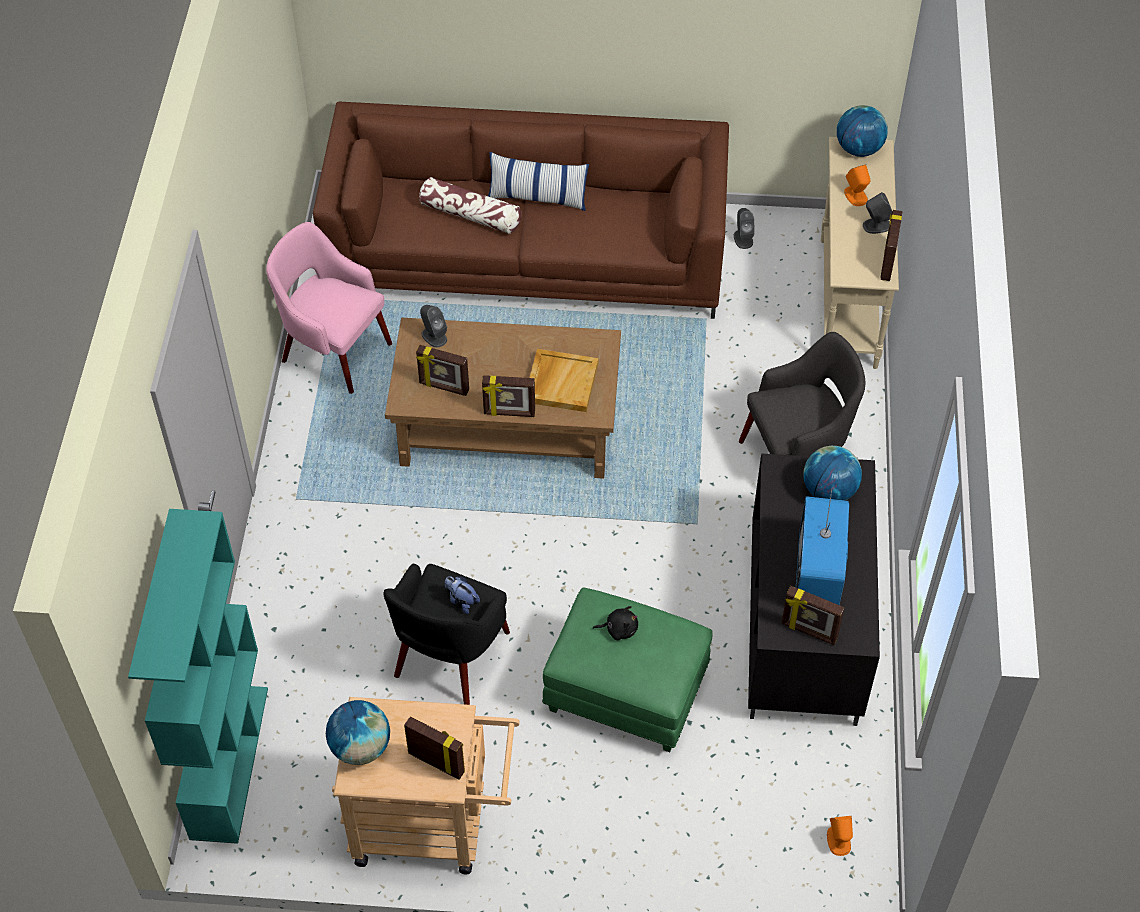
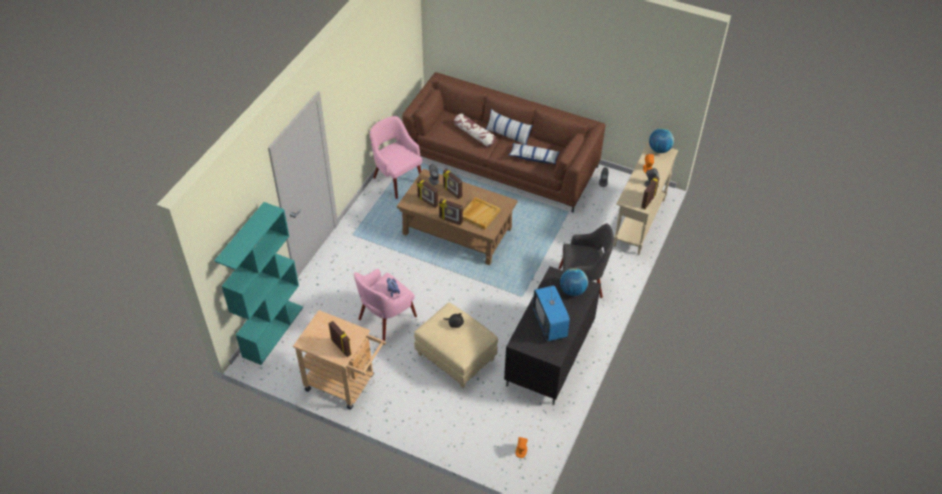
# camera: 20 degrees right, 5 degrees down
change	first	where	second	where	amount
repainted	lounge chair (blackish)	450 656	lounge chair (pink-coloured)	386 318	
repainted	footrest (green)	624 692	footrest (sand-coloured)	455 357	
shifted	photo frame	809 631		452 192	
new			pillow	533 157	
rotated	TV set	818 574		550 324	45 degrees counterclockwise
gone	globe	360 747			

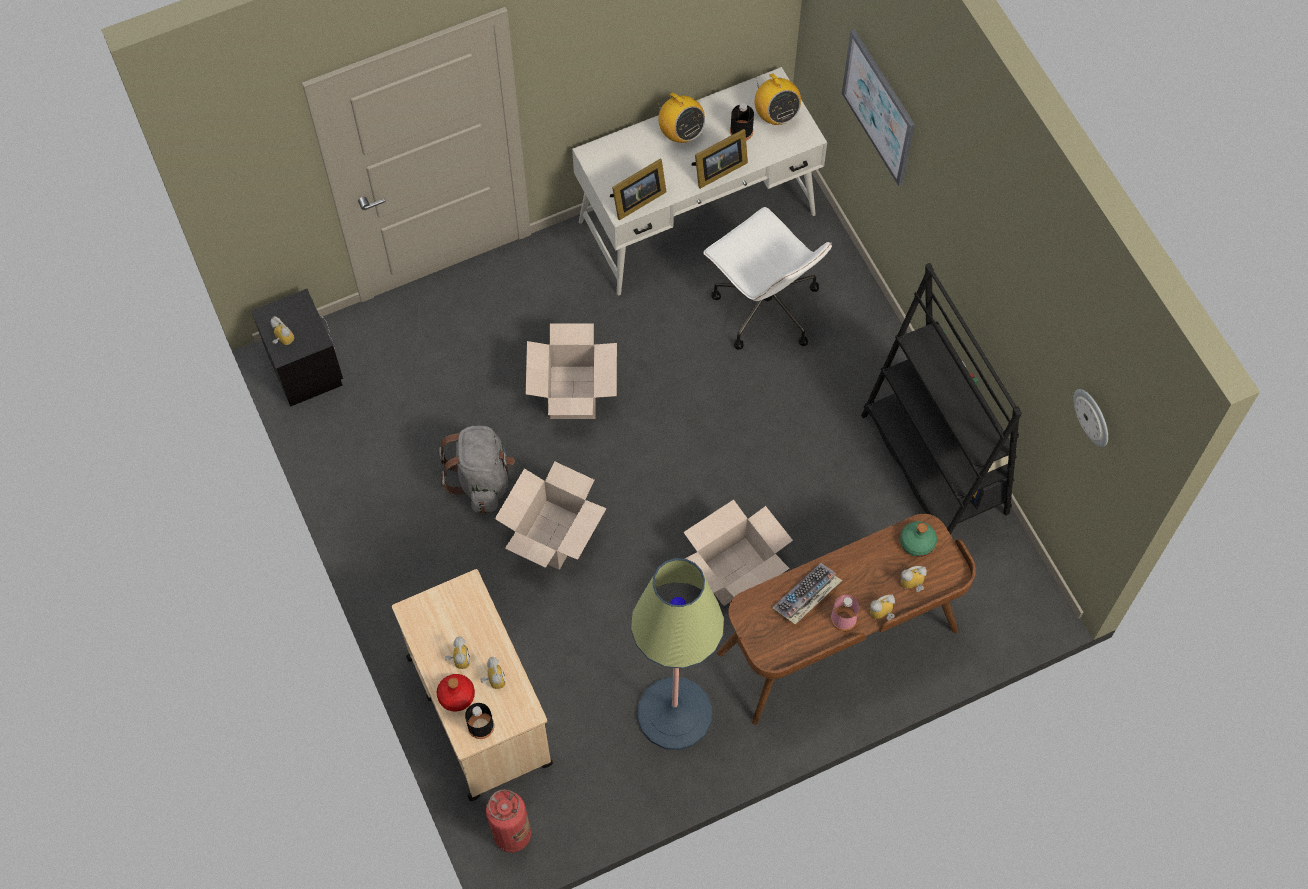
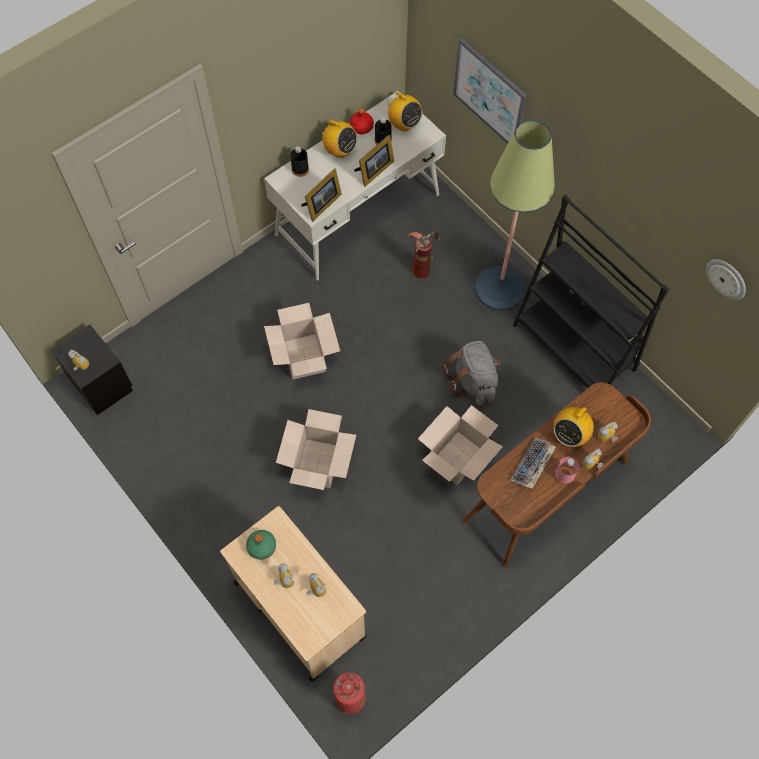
# camera: 15 degrees left, 0 degrees up
change	first	where	second	where	amount
shifted	drink bottle (green)	917 542		261 546	
shifted	drink bottle (blackish)	481 726		300 169	
shifted	drink bottle (red)	457 695		362 127	
swapped	office chair (white-coloured)	764 307	fire-fighting cylinder	423 265	
shifted	backpack (gray)	482 479		473 382	
shifted	standing lamp	674 714		499 288	
new			radio	569 434	

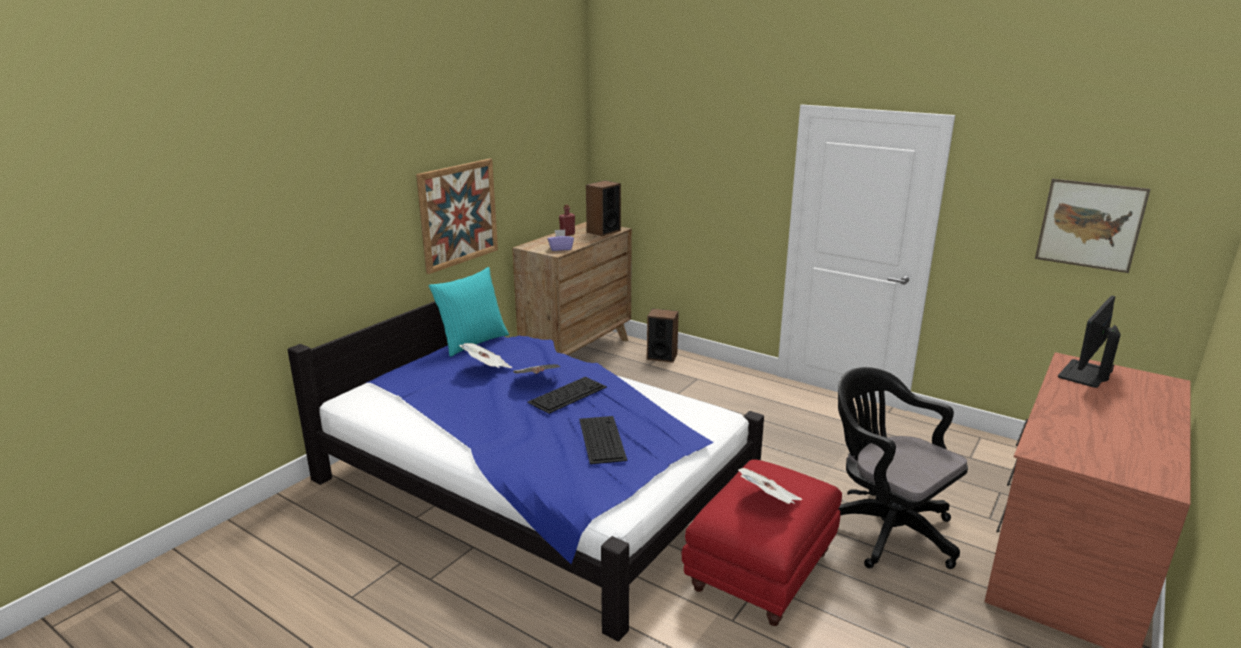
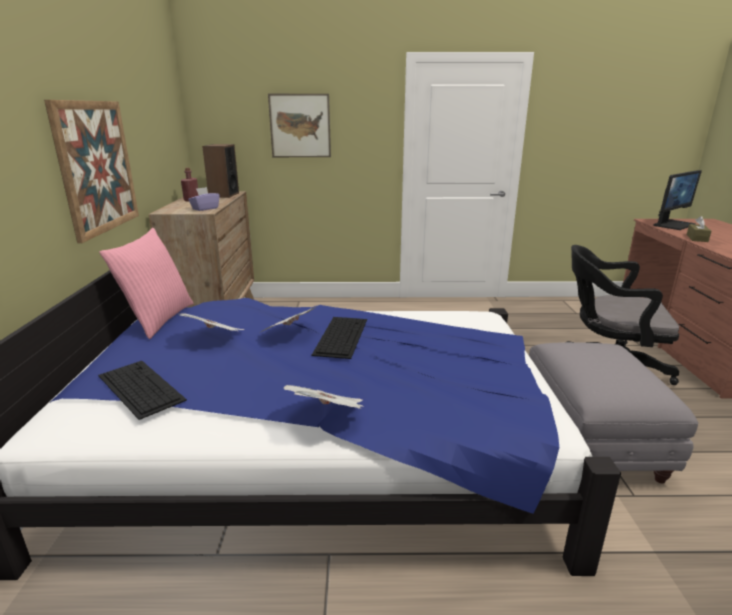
# camera: 35 degrees left, 0 degrees up
change	first	where	second	where	amount
shifted	keyboard	601 438		139 387	
repainted	pillow (turquoise)	472 342	pillow (pink-coloured)	158 319	
shifted	wall art	1090 225		300 126	
shifted	newspaper	769 501		328 415	
repainted	footrest (red)	761 570	footrest (gray)	589 440	
rotated	monitor	1085 374		673 225	135 degrees counterclockwise
new			tissue holder (brown-coloured)	697 238	
gone	loudspeaker	662 356			

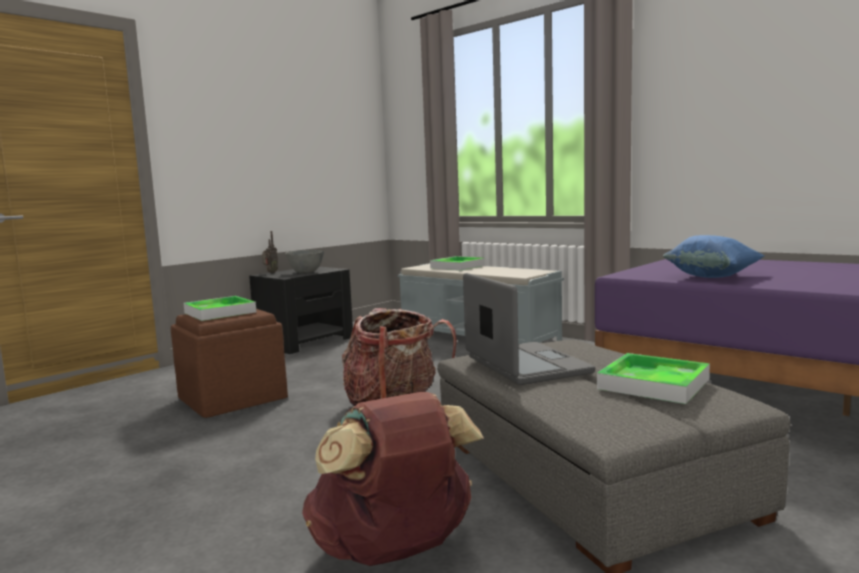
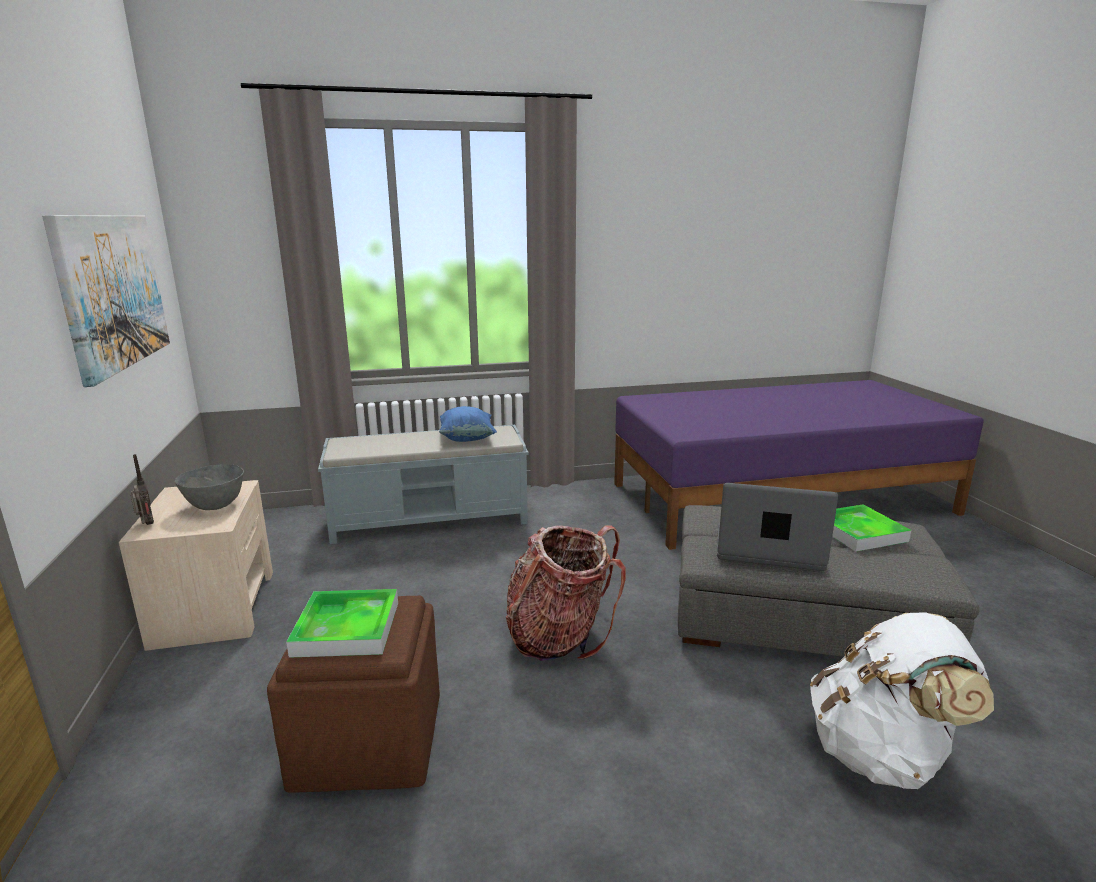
# camera: 55 degrees left, 10 degrees up
change	first	where	second	where	amount
new			wall art	112 291	
repainted	night table (blackish)	305 341	night table (sand-coloured)	215 607	
shifted	pillow (blue-coloured)	712 277		467 439	
repainted	backpack (brown-coloured)	395 551	backpack (white-coloured)	881 754	
gone	serving tray	458 266			

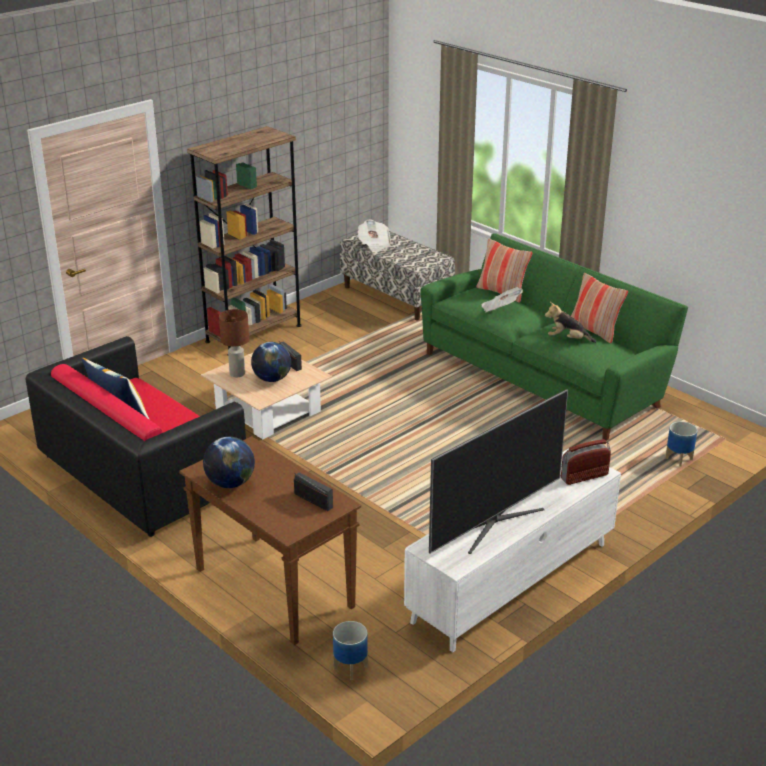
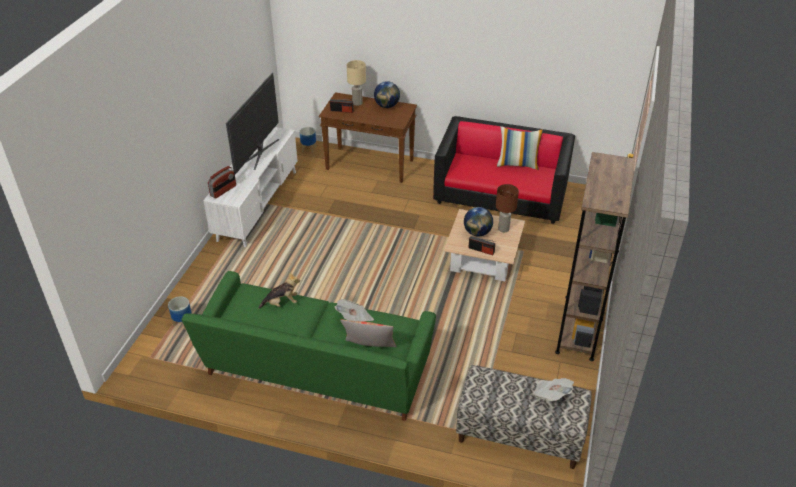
# camera: 150 degrees right, 10 degrees up
change	first	where	second	where	amount
new			lamp for a table (sand-coloured)	357 103	
gone	pillow	594 331			

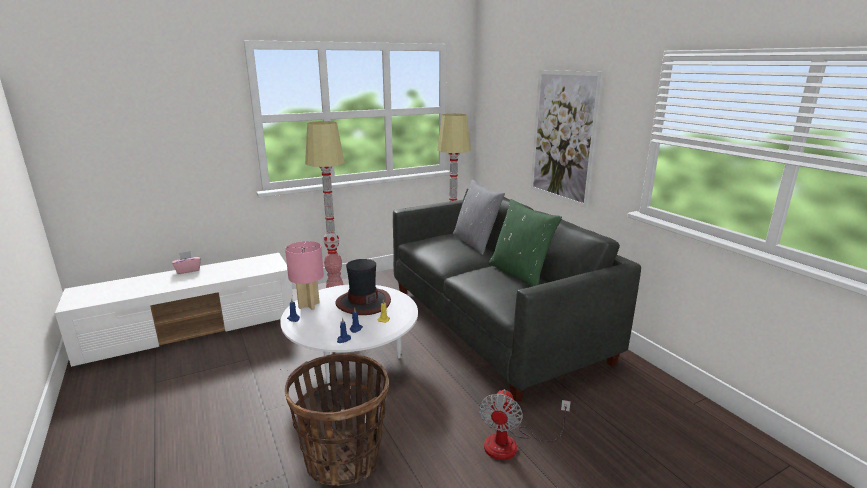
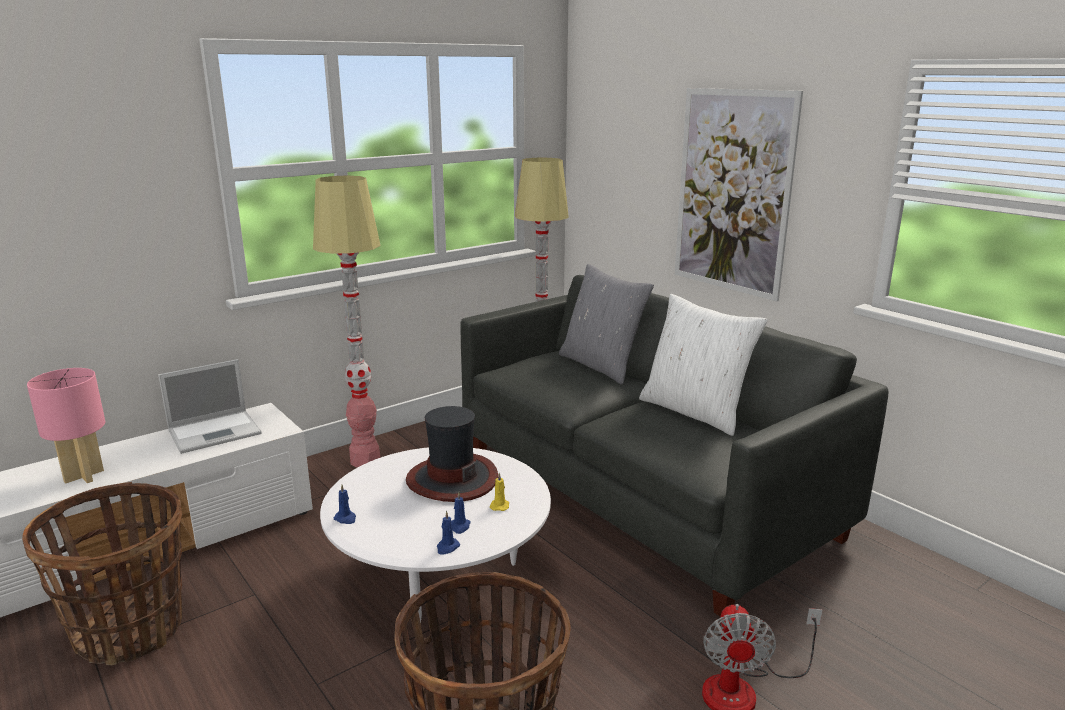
# camera: 10 degrees left, 0 degrees up
change	first	where	second	where	amount
new			basket	130 630	
shifted	lamp for a table (pink-coloured)	309 305		84 476	
new			laptop	216 431	
repainted	pillow (green)	520 273	pillow (white-coloured)	695 411	
gone	tissue holder (pink-coloured)	188 270			

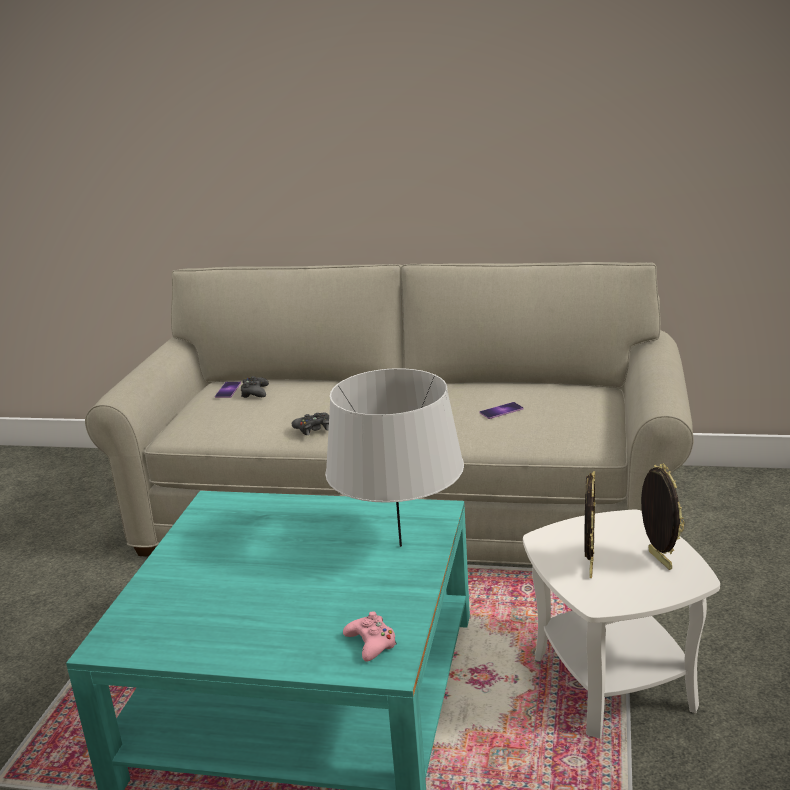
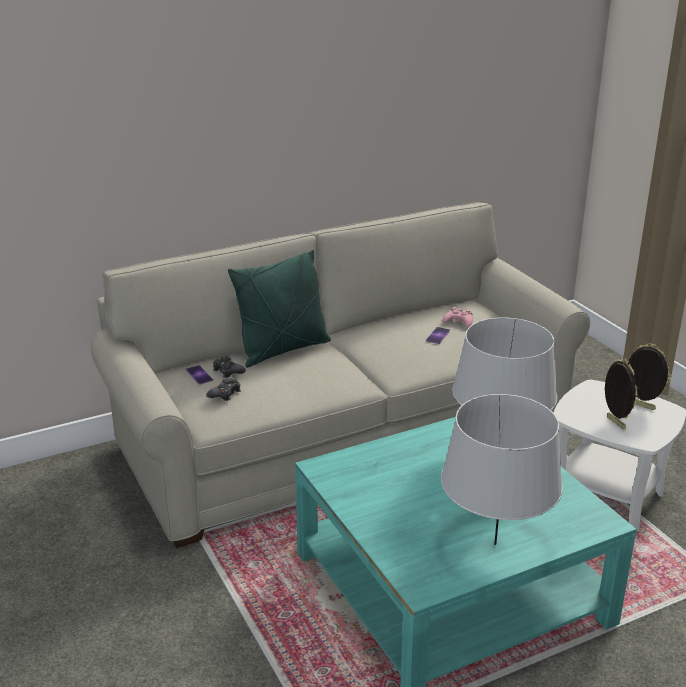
# camera: 40 degrees left, 5 degrees up
change	first	where	second	where	amount
shifted	gamepad (blackish)	313 428		225 393	
new			pillow (green)	283 350	
new			lamp for a table (gray)	494 543	
shifted	gamepad (pink-coloured)	371 643		459 322	

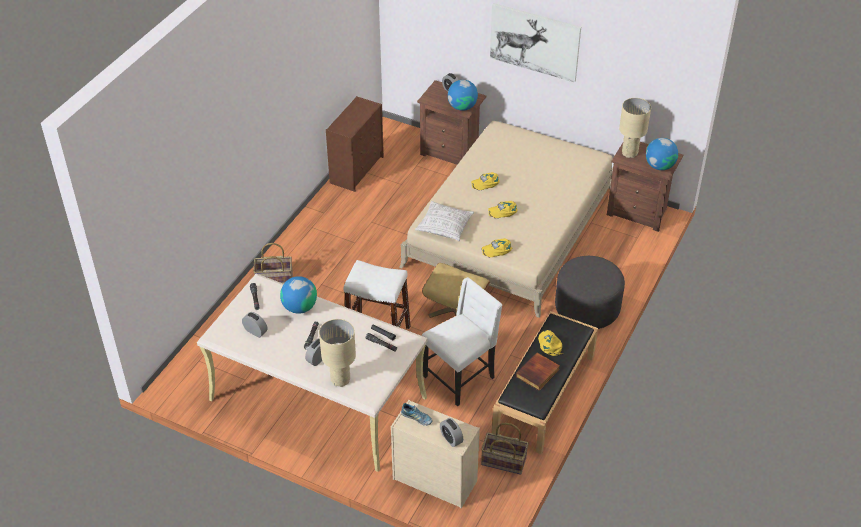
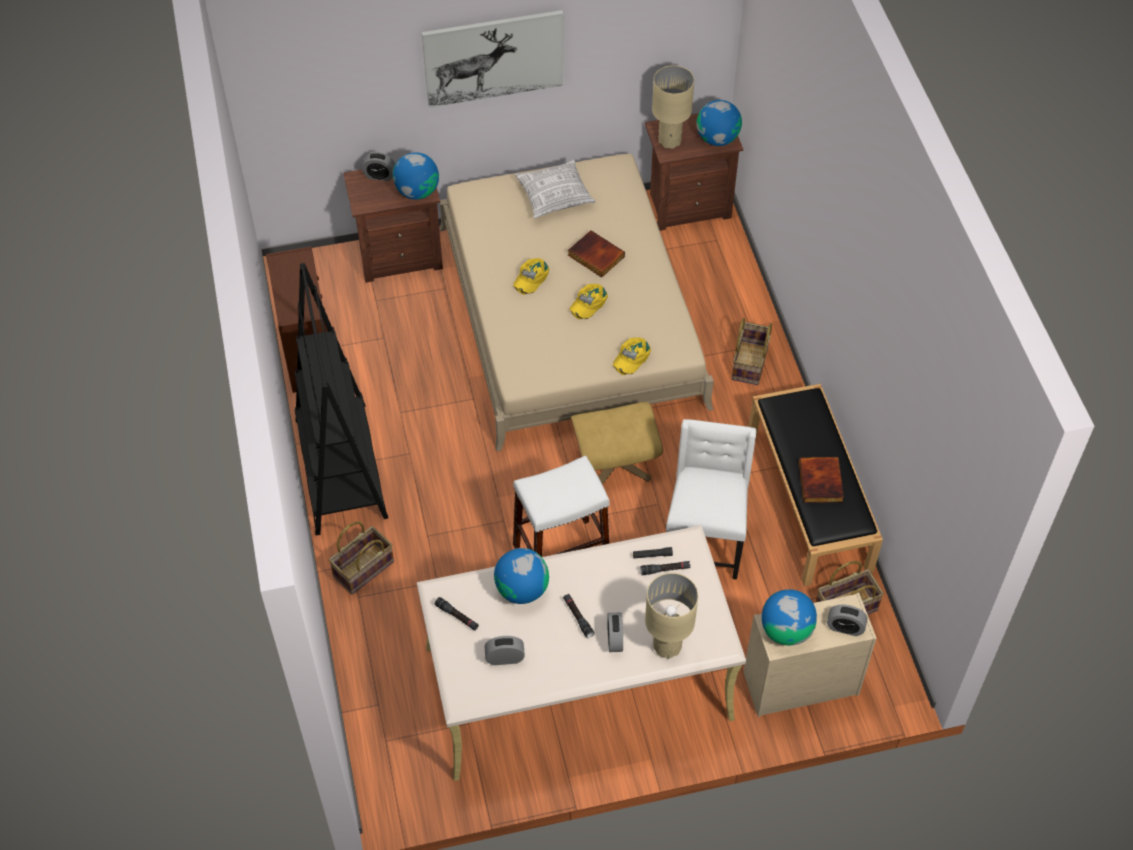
# camera: 40 degrees left, 10 degrees up
change	first	where	second	where	amount
new			bookcase (blackish)	341 468	
shifted	pillow	444 227		555 196	
new			bound book	595 256	
swapped	footrest (gray)	587 308	basket	750 363	
swapped	low shoe	417 418	globe	786 630	
gone	baseball cap (yellow-coloured)	550 345			

